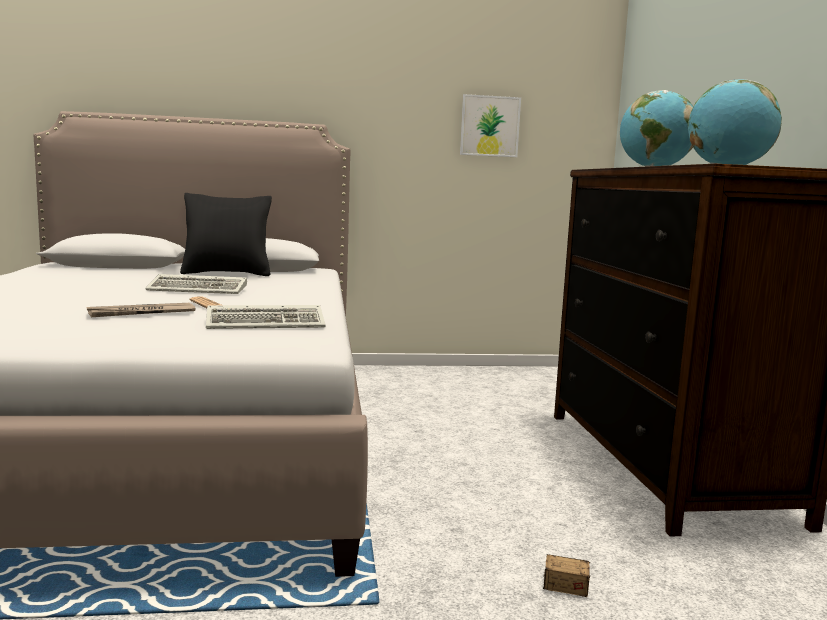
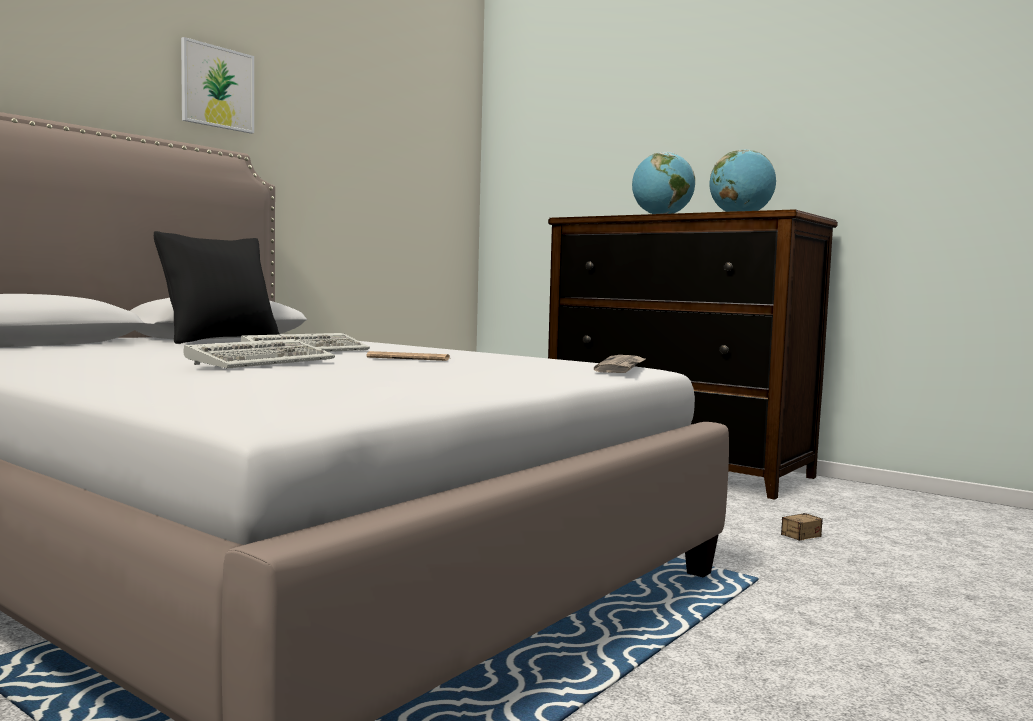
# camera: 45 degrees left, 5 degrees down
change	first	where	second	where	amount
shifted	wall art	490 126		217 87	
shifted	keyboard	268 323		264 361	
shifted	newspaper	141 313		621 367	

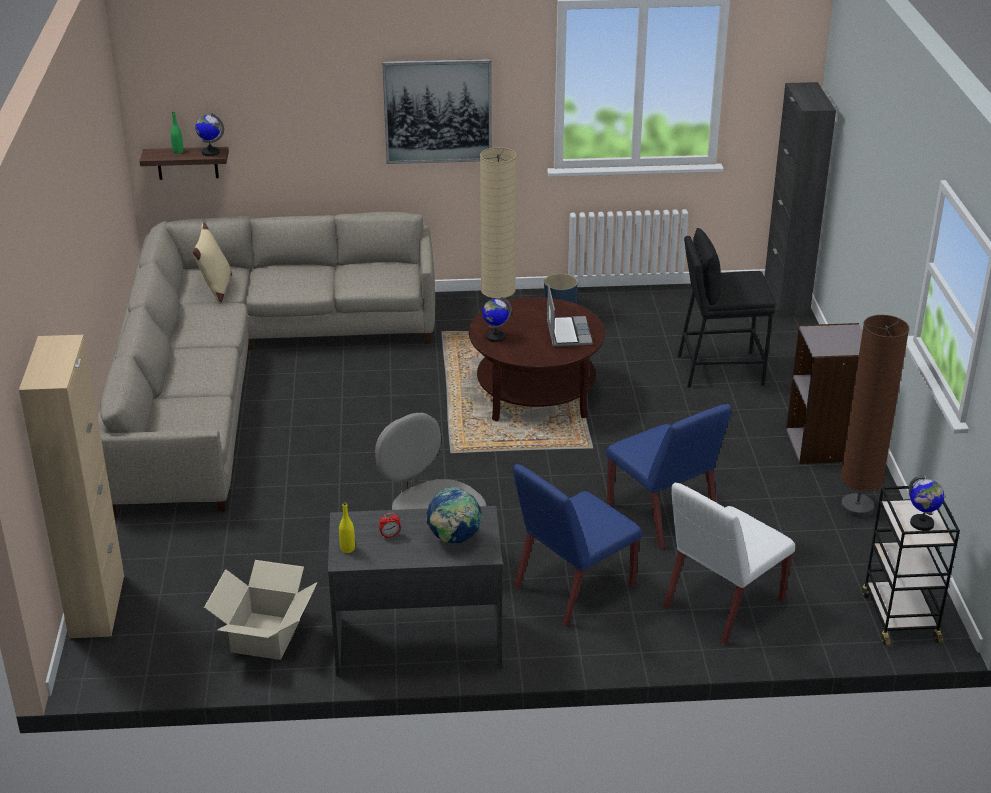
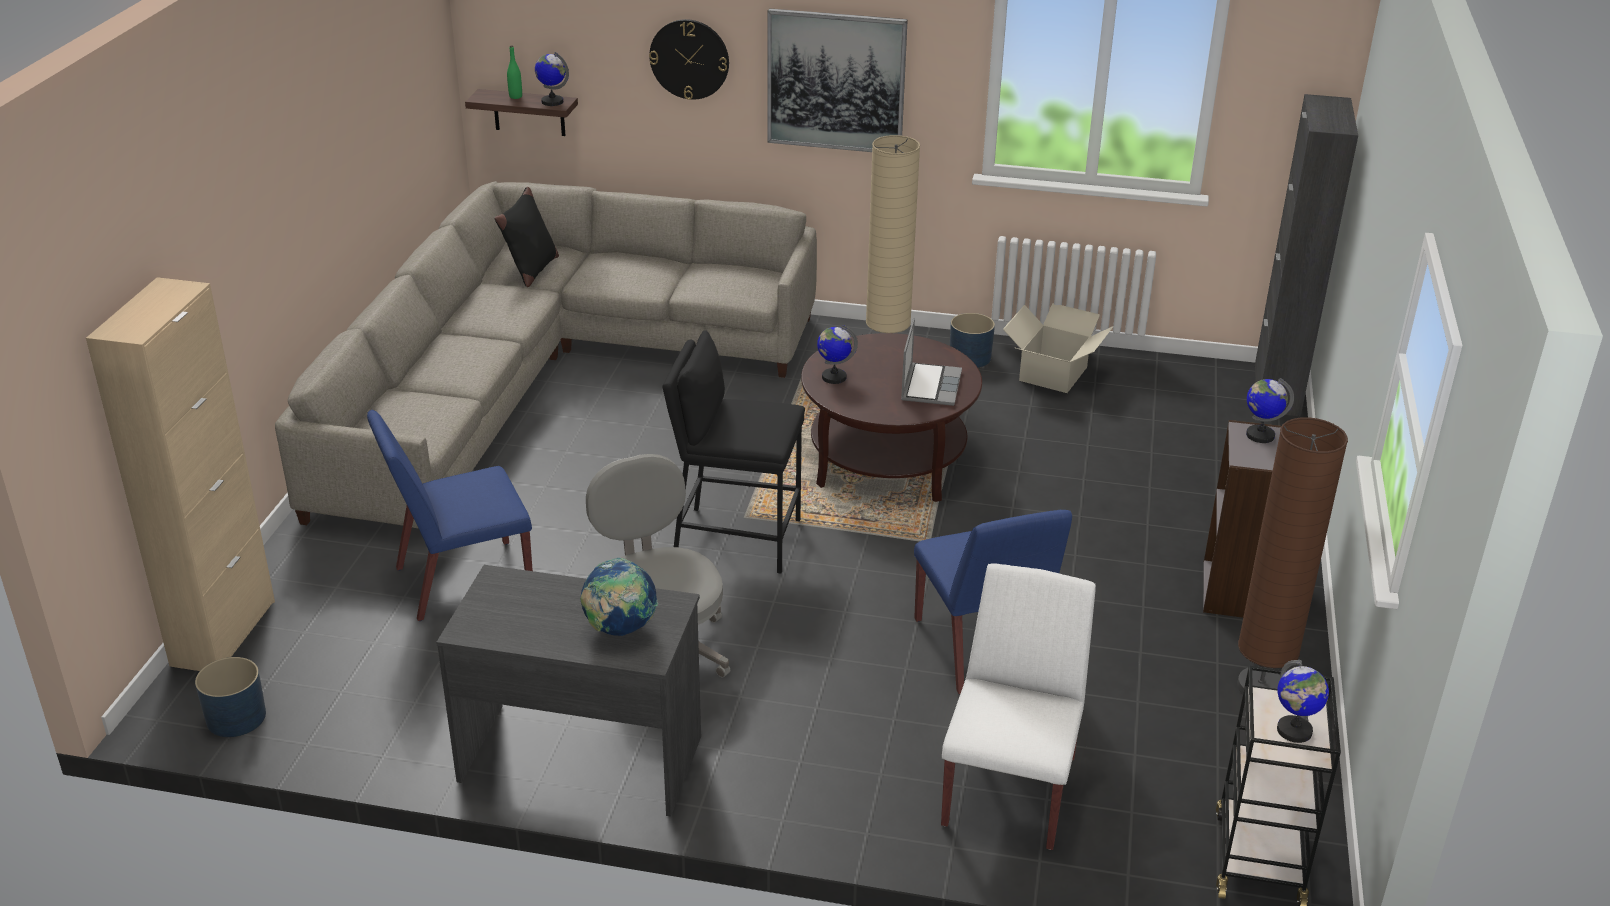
# camera: 15 degrees right, 0 degrees up
change	first	where	second	where	amount
new			plant pot (blue-coloured)	236 717	
shifted	upright chair (blue-coloured)	573 588		462 581	
repainted	pillow (sand-coloured)	216 289	pillow (blackish)	531 271	
new			hanging clock	689 59	
shifted	sitting stool (blackish)	719 370		736 538	
rotated	upright chair (white-coloured)	722 605		1009 789	135 degrees clockwise
shifted	packing box	265 636		1052 373	
new			globe	1260 435	
gone	drink bottle (yellow-coloured)	347 549			
gone	table clock	390 535			

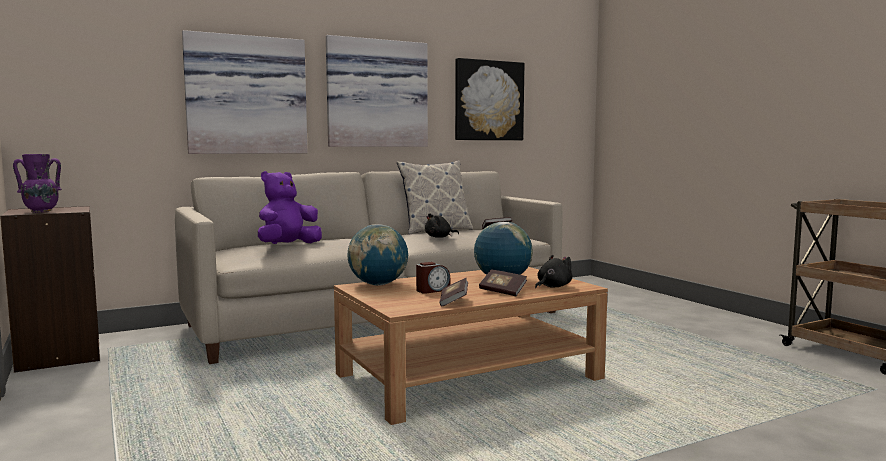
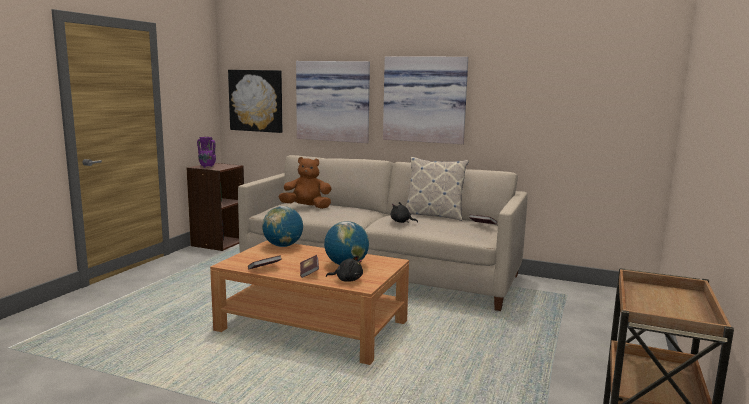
# camera: 50 degrees right, 5 degrees up
change	first	where	second	where	amount
shifted	wall art	488 100		256 100	
repainted	soft toy (purple)	288 246	soft toy (brown-coloured)	307 207	
gone	table clock	432 290			

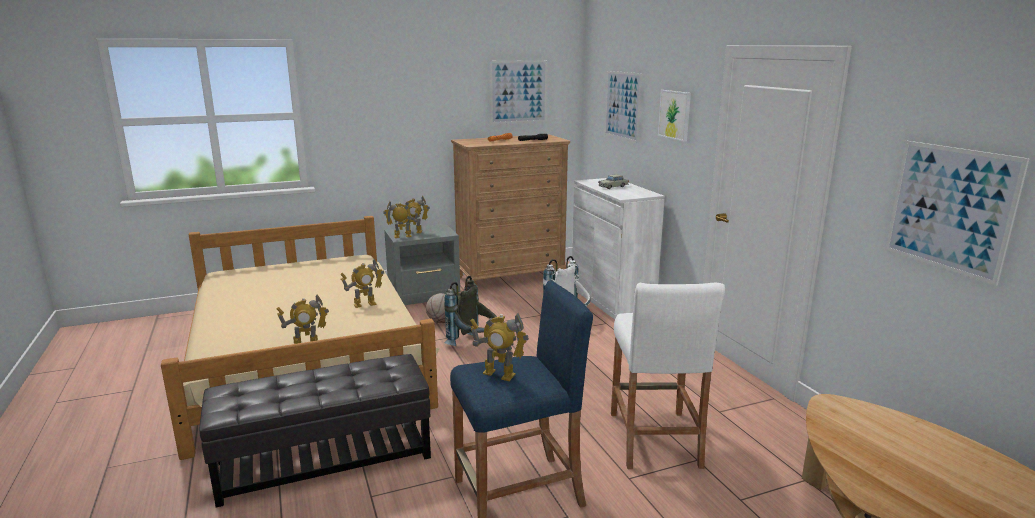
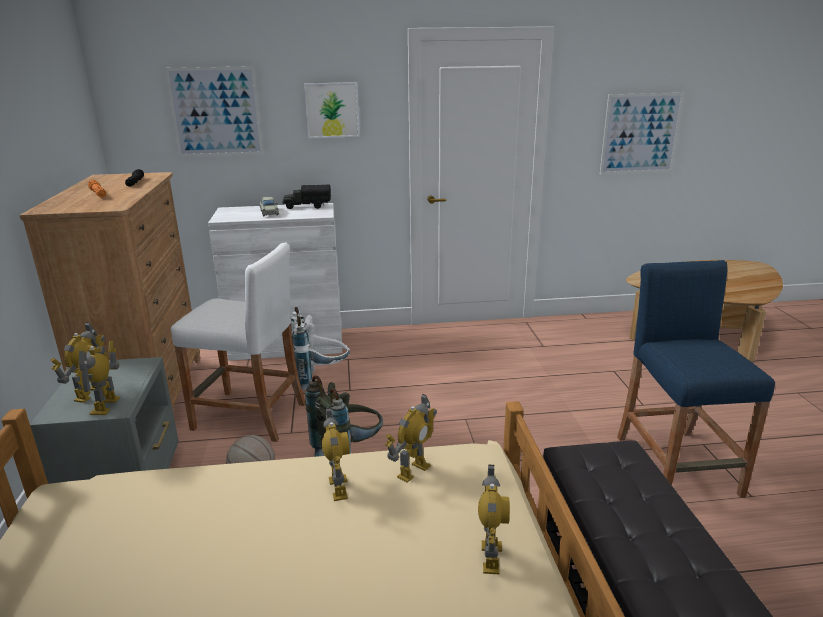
# camera: 75 degrees left, 5 degrees up
change	first	where	second	where	amount
shifted	sitting stool (white-coloured)	654 439		249 416	
new			toy lorry	307 206	
shifted	model robot	499 374		413 471	
gone	wall art	518 91			

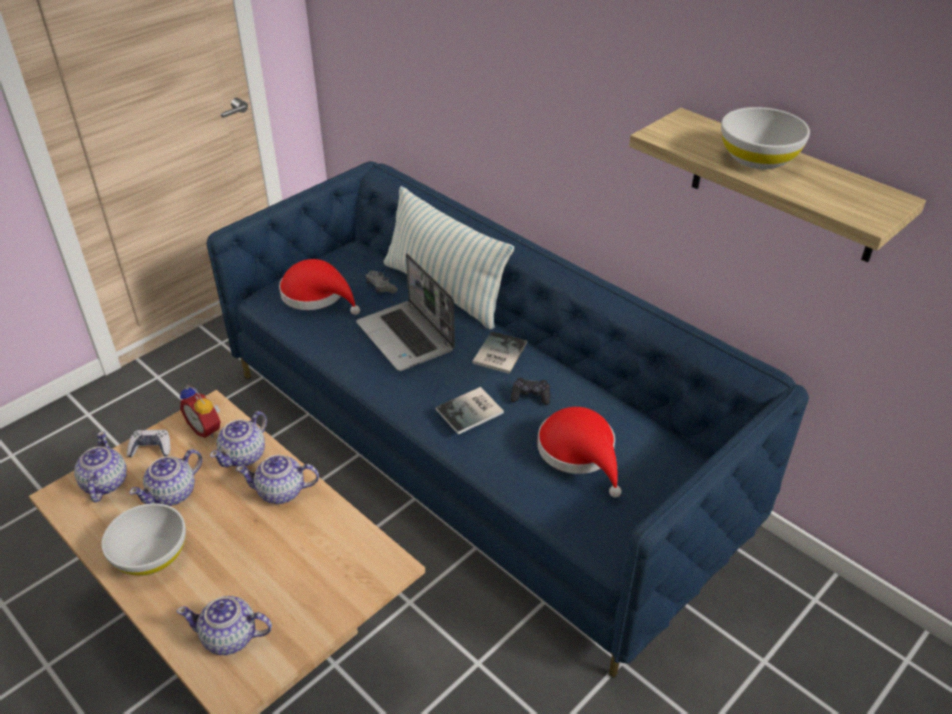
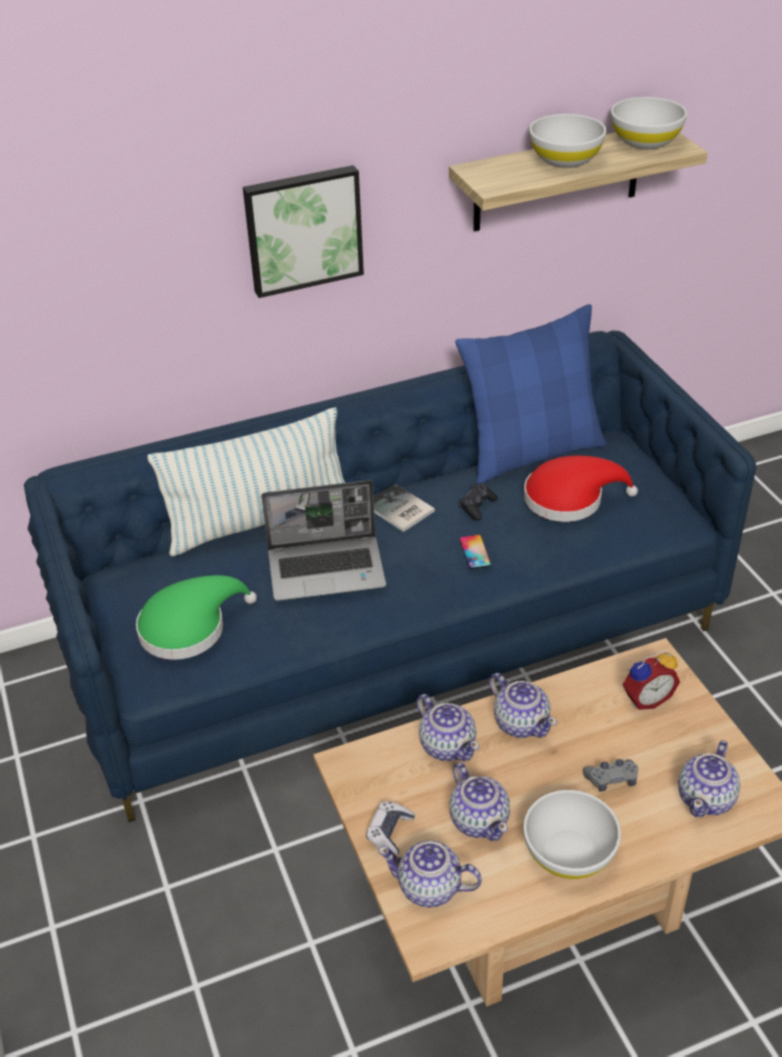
# camera: 65 degrees left, 0 degrees up
change	first	where	second	where	amount
repainted	clothing hat (red)	317 295	clothing hat (green)	189 627	
new			wall art	303 229	
new			pillow (blue-coloured)	531 452	
swapped	bound book	472 411	phone	475 552	
rotated	teapot	282 492		521 722	60 degrees counterclockwise
shifted	gamepad (gray)	381 287		611 779	
new			bowl (white-coloured)	645 141	
shifted	table clock	207 428		646 698	

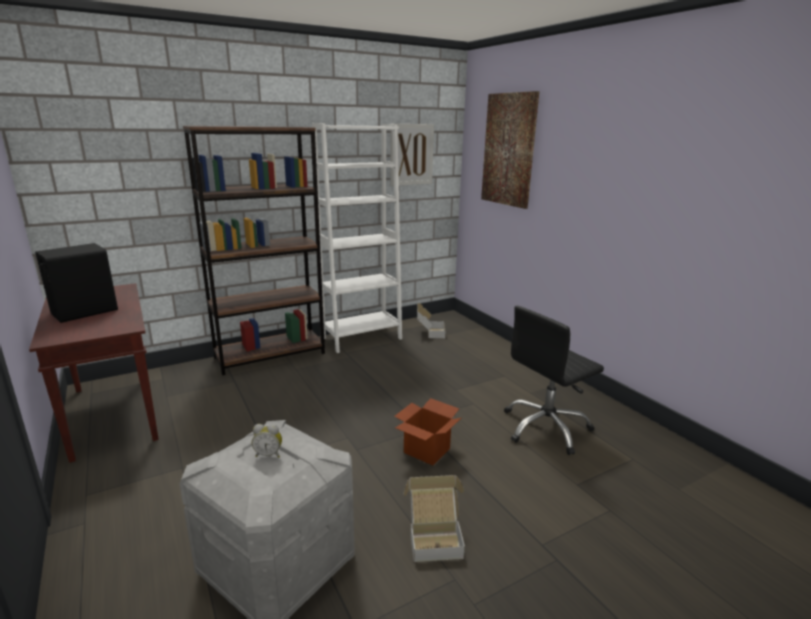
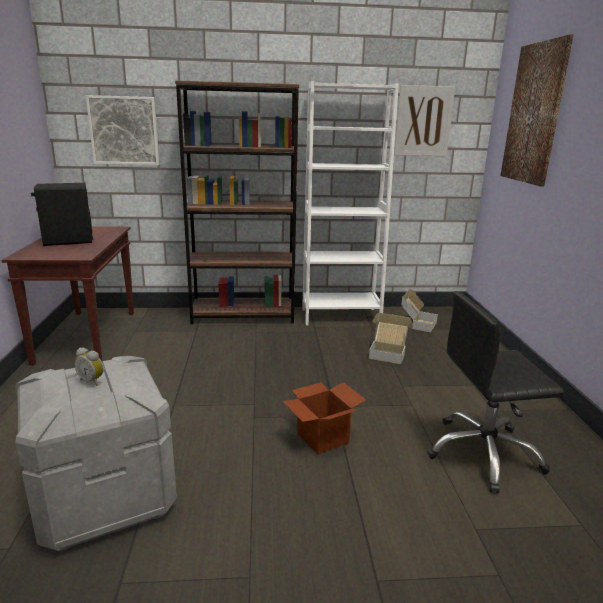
# camera: 25 degrees right, 0 degrees up
change	first	where	second	where	amount
new			wall art	124 131	
shifted	packing box	434 536		388 353	

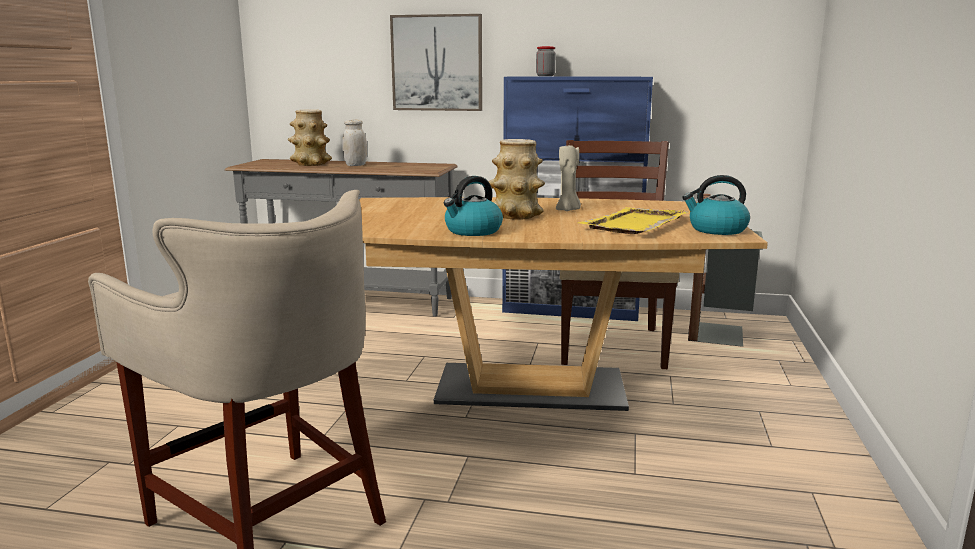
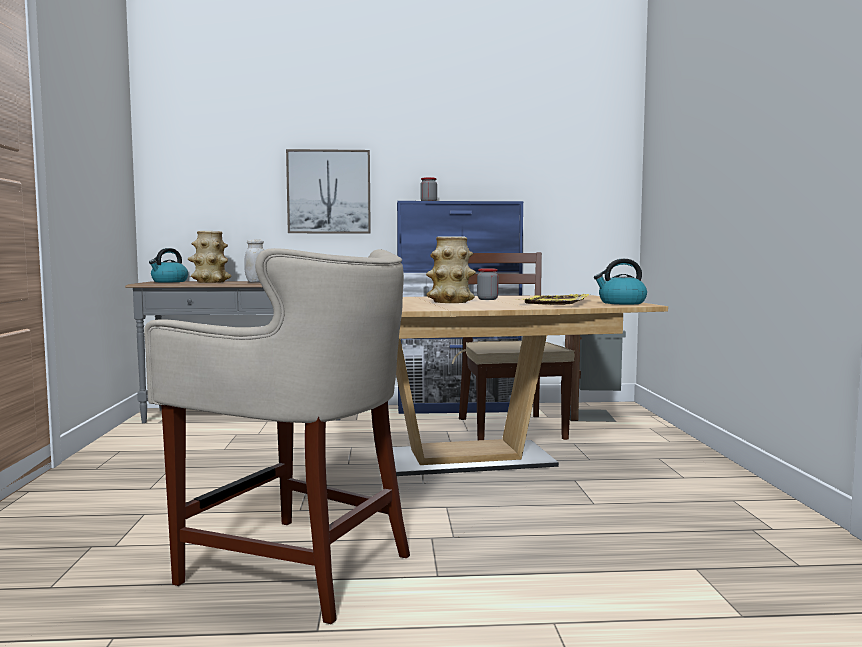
# camera: 15 degrees left, 10 degrees down
change	first	where	second	where	amount
shifted	water kettle	473 231		169 281	
swapped	candle (sand-coloured)	568 210	preserve jar	487 299	

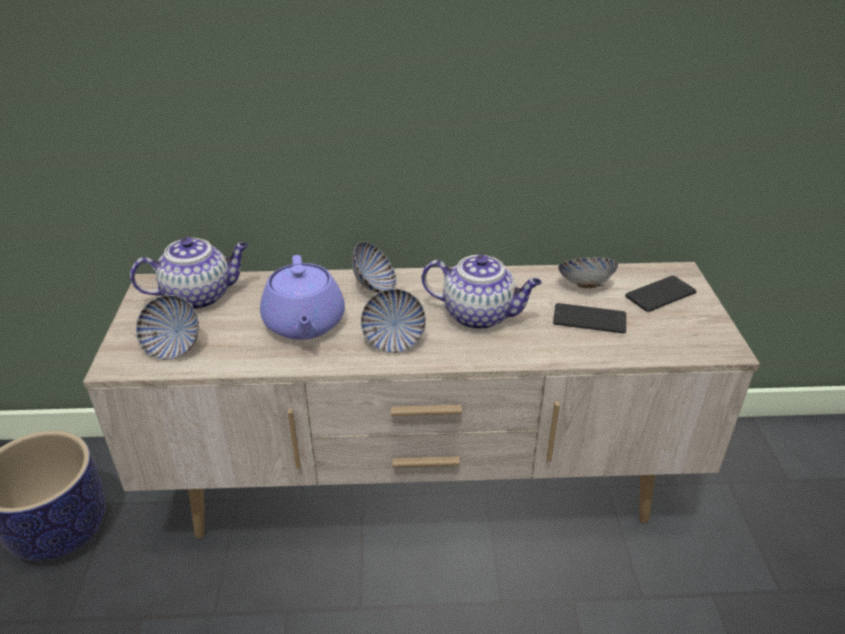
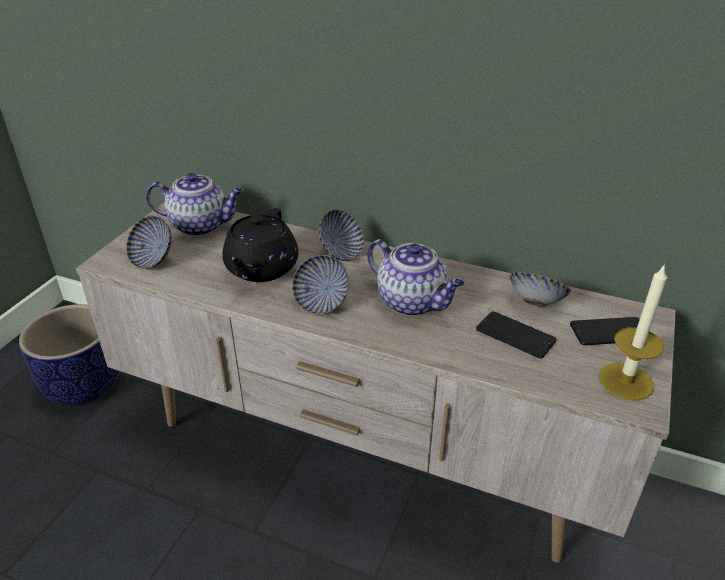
# camera: 25 degrees right, 0 degrees up
change	first	where	second	where	amount
repainted	teapot (purple)	304 324	teapot (blackish)	261 269	
new			candle	626 381	

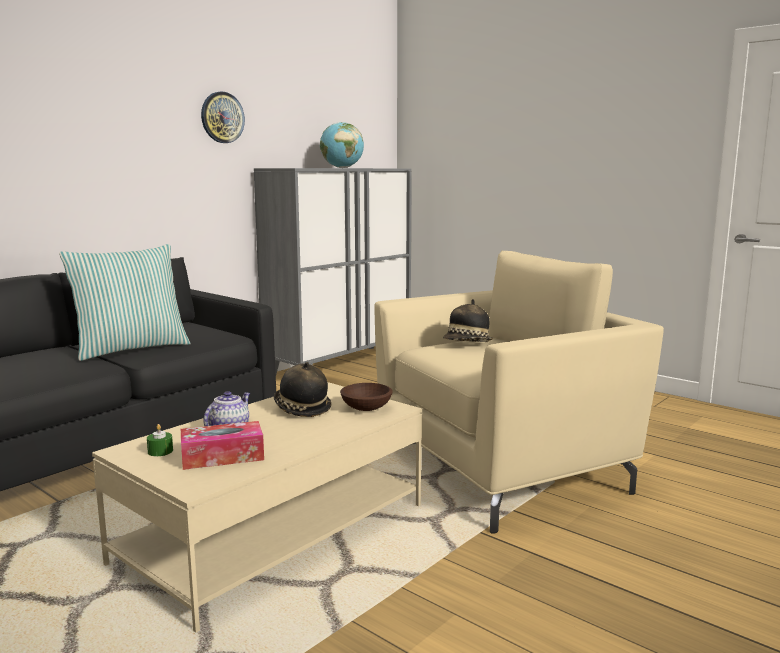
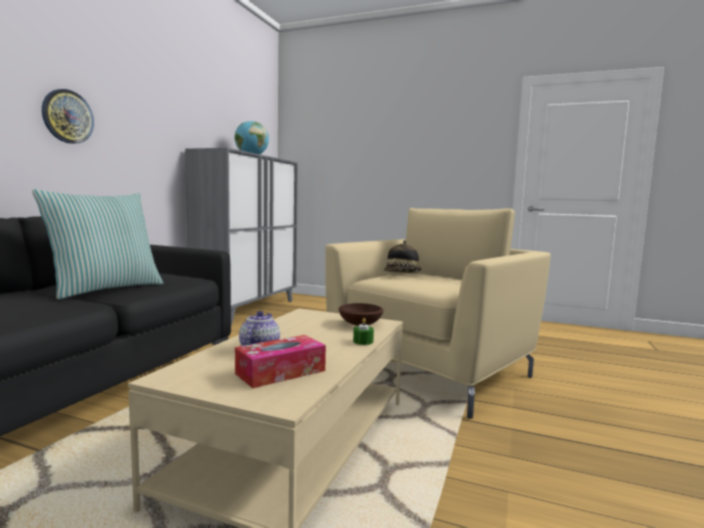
# camera: 20 degrees left, 5 degrees down
change	first	where	second	where	amount
shifted	hanging clock	222 117		67 116	
shifted	candle (green)	160 451		363 341	
gone	clothing hat	301 409			

